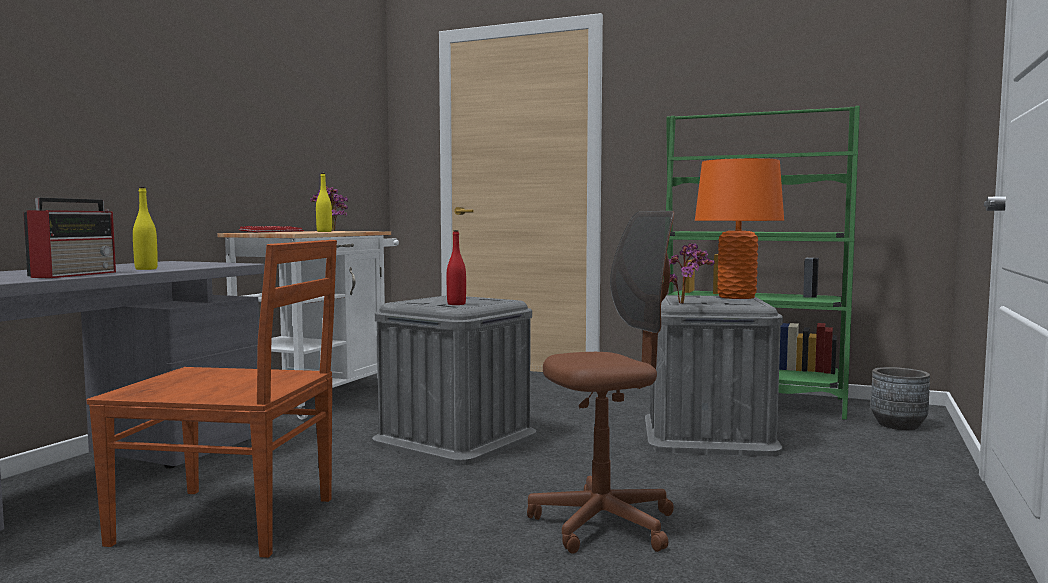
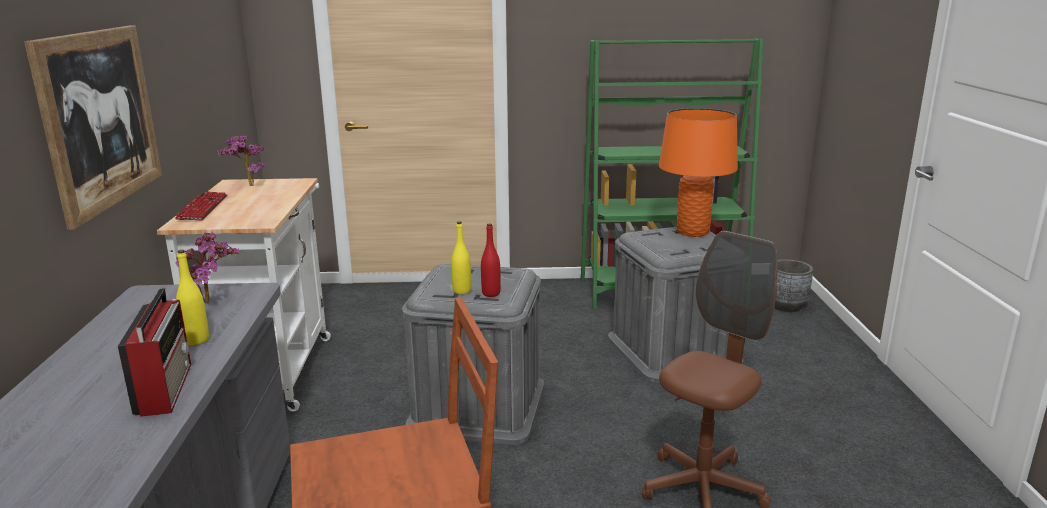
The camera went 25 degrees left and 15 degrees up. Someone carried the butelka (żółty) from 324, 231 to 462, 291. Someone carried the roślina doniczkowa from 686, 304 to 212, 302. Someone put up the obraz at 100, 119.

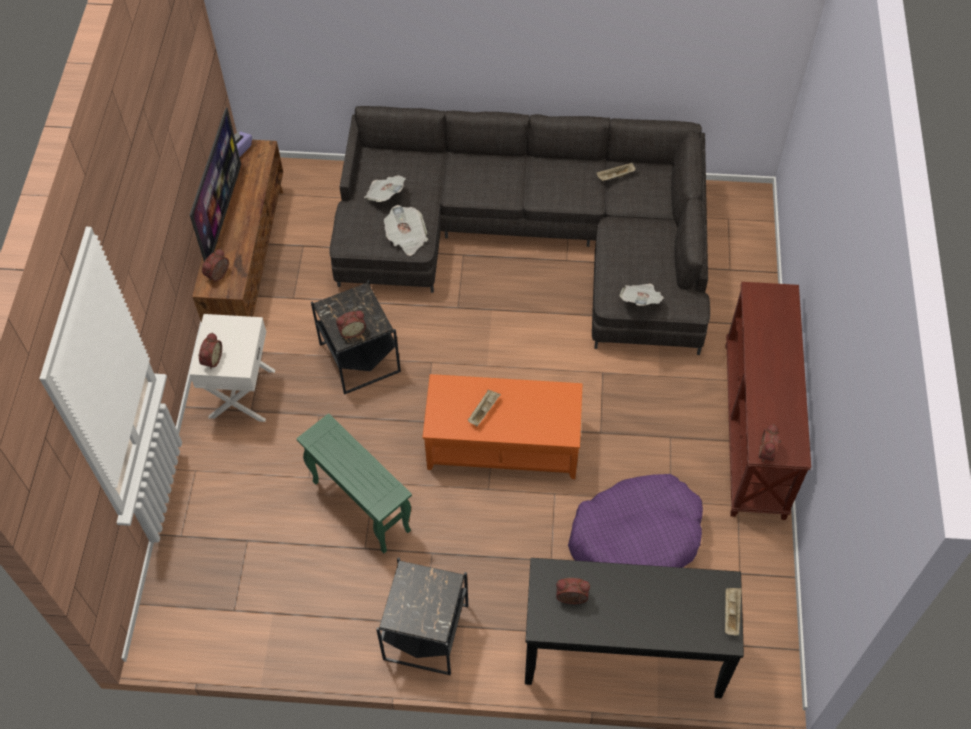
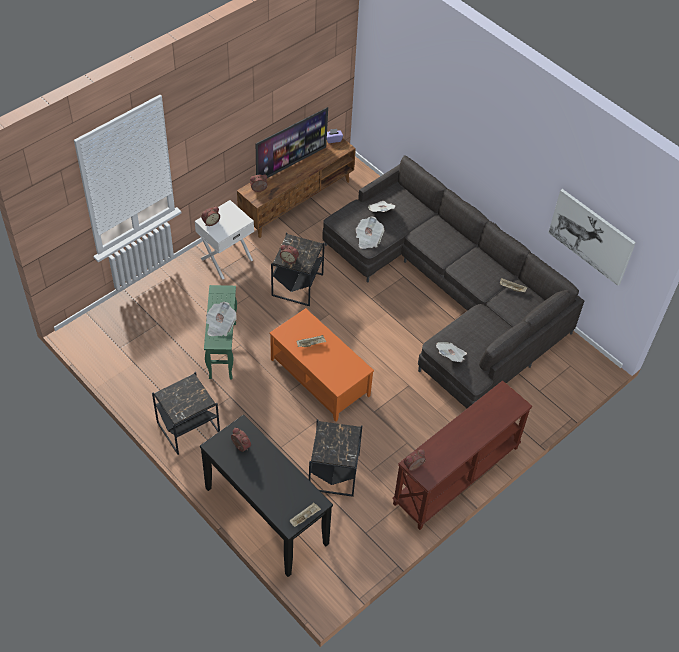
The camera went 40 degrees right and 5 degrees down. Someone swapped the legowisko (fioletowy) at 636, 537 for the stolik (czarny) at 333, 472. Someone put down the gazeta at 220, 325. Someone put up the obraz at 591, 236.

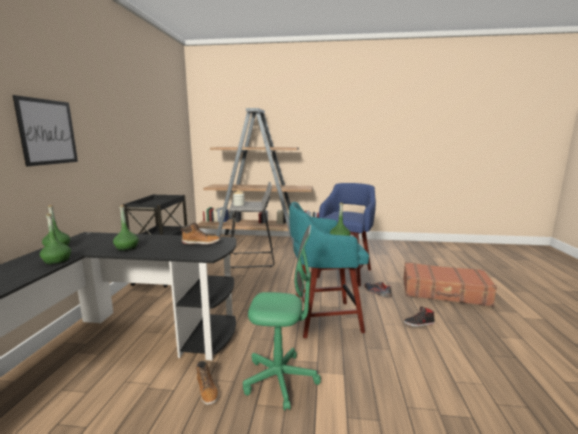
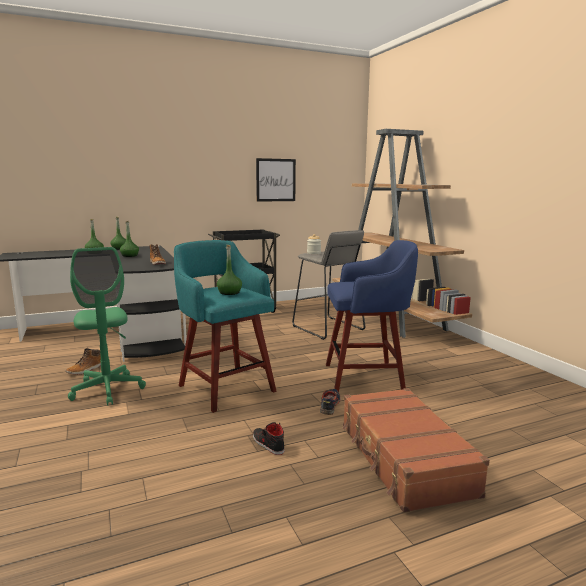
The camera went 60 degrees right and 0 degrees up. Someone carried the obraz from 47, 132 to 276, 180.

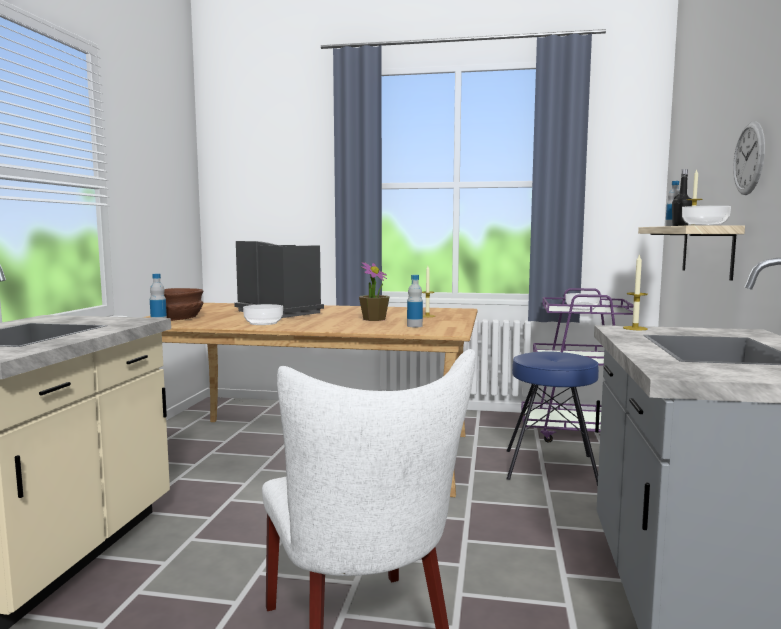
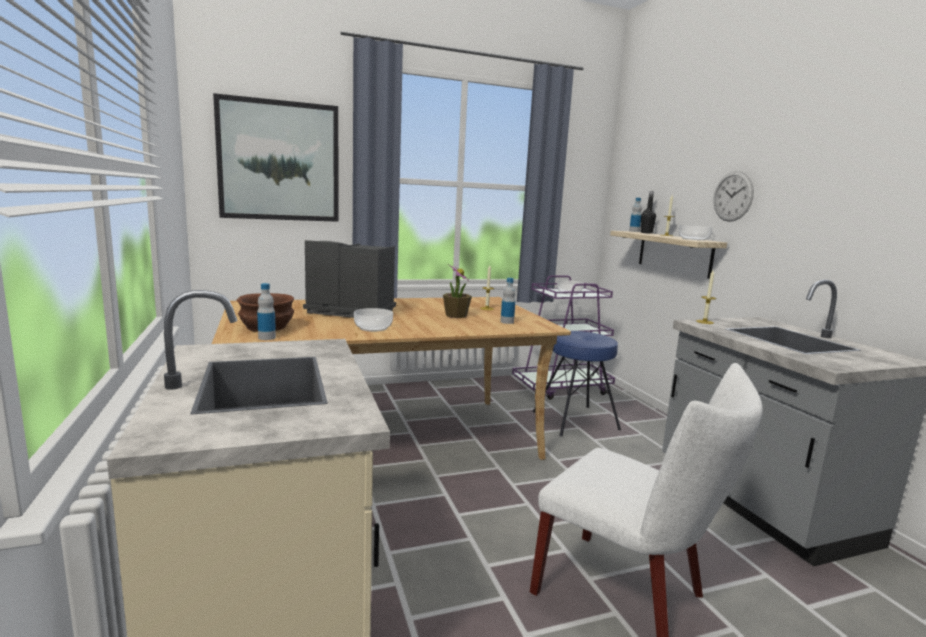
The camera went 30 degrees left and 5 degrees up. Someone put up the obraz at 279, 161.

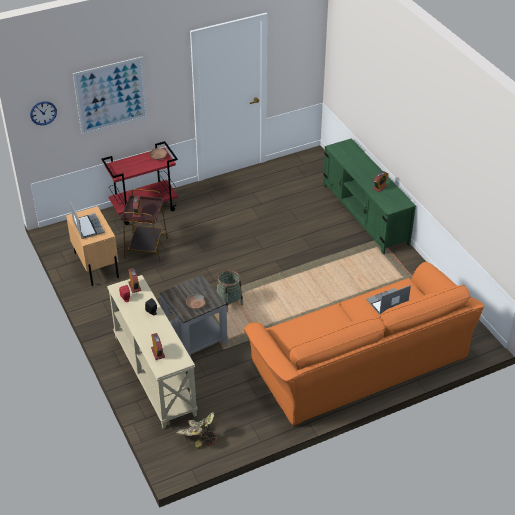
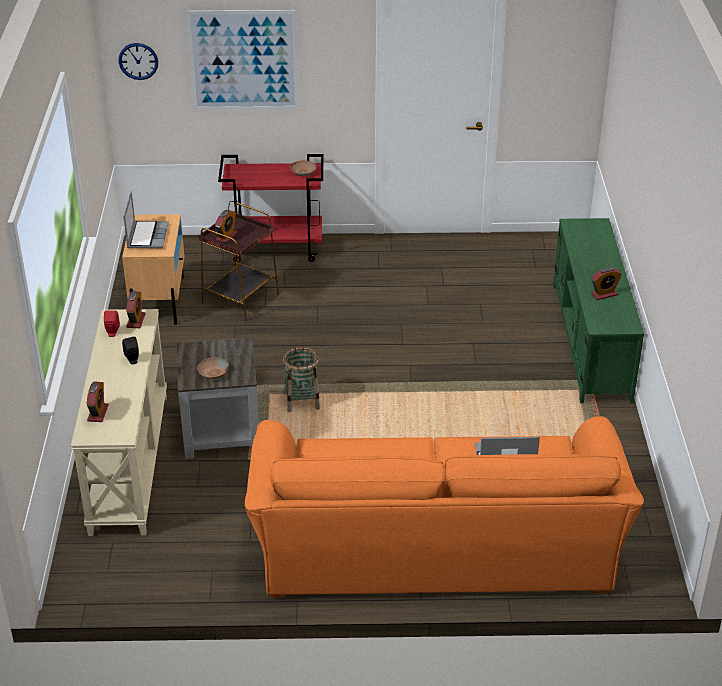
The camera went 25 degrees right and 5 degrees down. Someone took away the roślina doniczkowa at 198, 437.

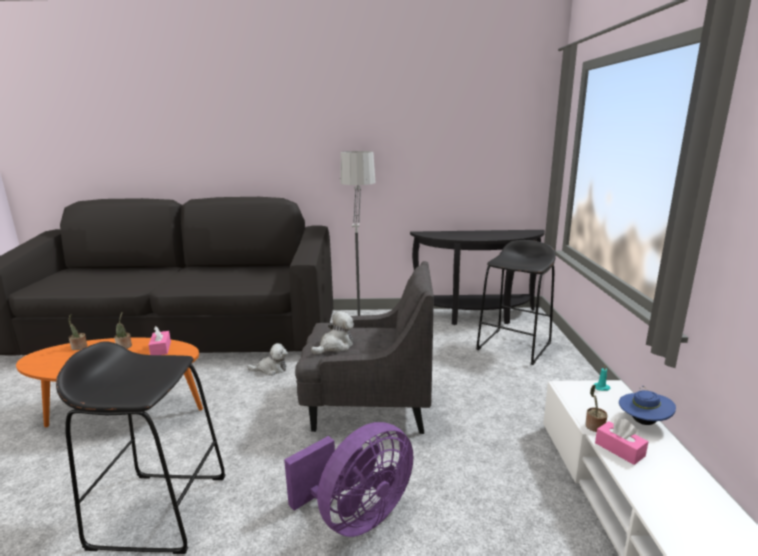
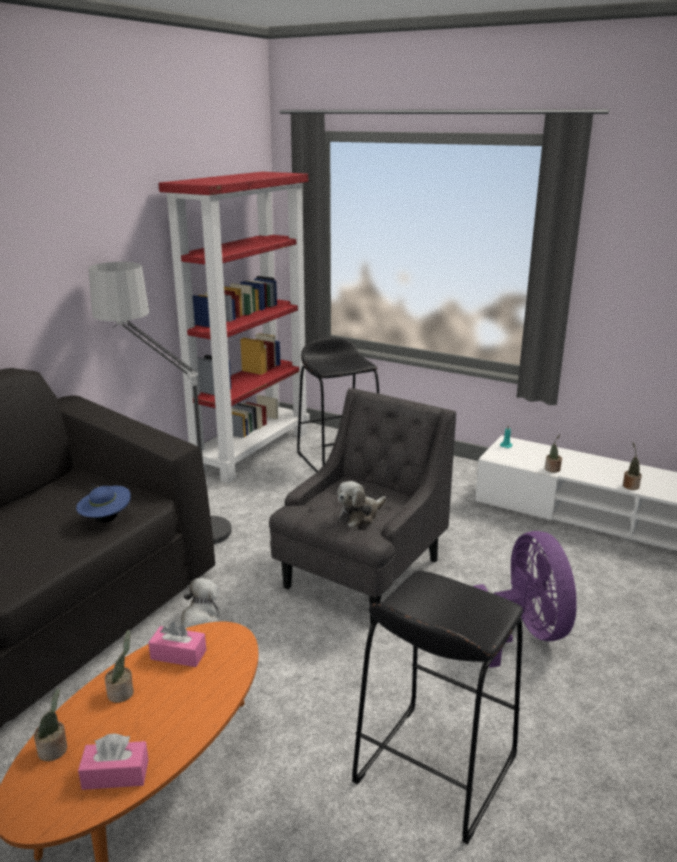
The camera went 60 degrees left and 5 degrees up. Someone rotated the pluszak at 335, 346 by 120 degrees counterclockwise. Someone swapped the stolik konsolowy (czarny) at 476, 316 for the regał (czerwony) at 252, 451. Someone carried the pudełko chusteczek (różowy) from 619, 449 to 115, 774. Someone carried the kapelusz (niebieski) from 643, 421 to 106, 520. Someone put down the roślina doniczkowa at 630, 485.

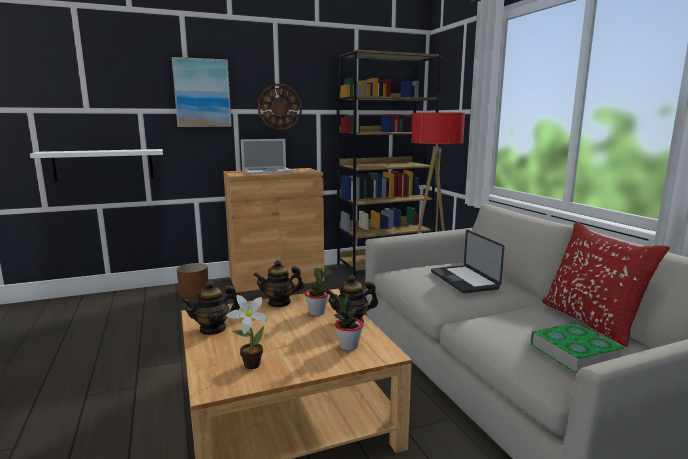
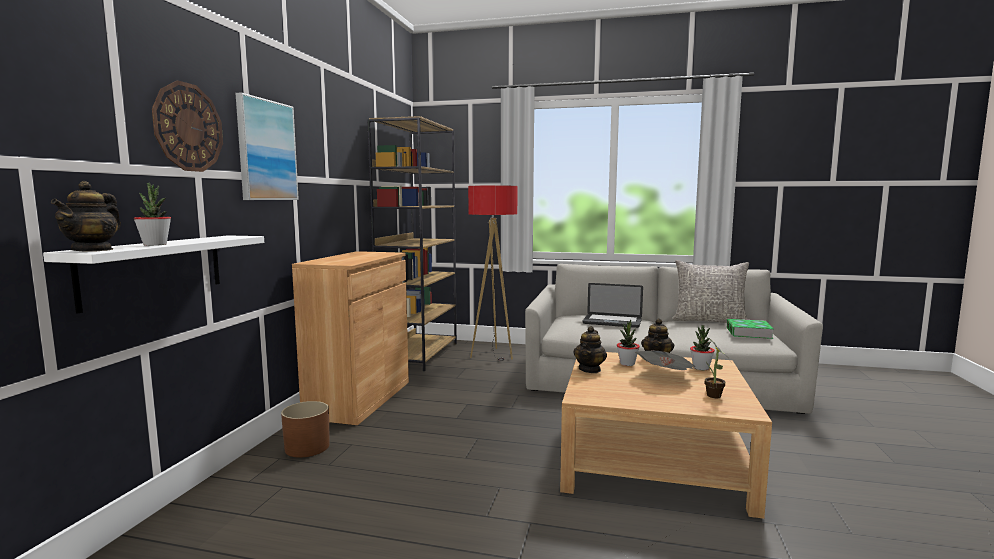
The camera went 55 degrees left and 5 degrees down. Someone carried the imbryk from 213, 329 to 93, 250. Someone took away the laptop at 267, 171. Someone carried the zegar ścienny from 279, 106 to 188, 127. Someone repainted the poduszka (czerwony) at 591, 321, which became the poduszka (szary) at 709, 320. Someone put down the roślina doniczkowa at 155, 244. Someone put down the gazeta at 665, 376.

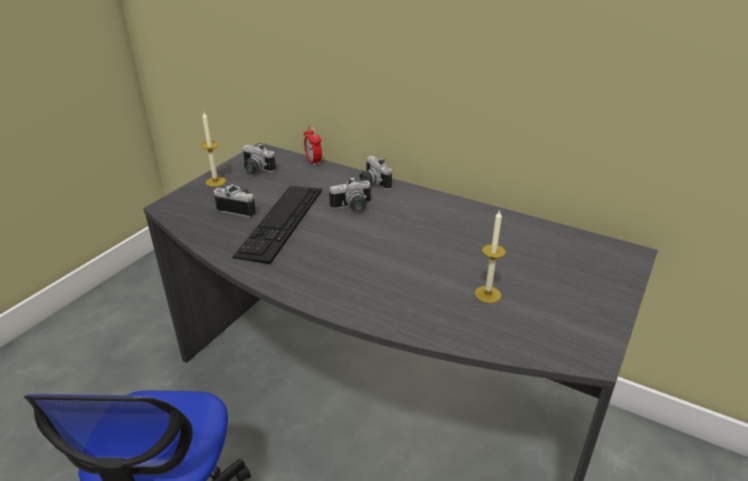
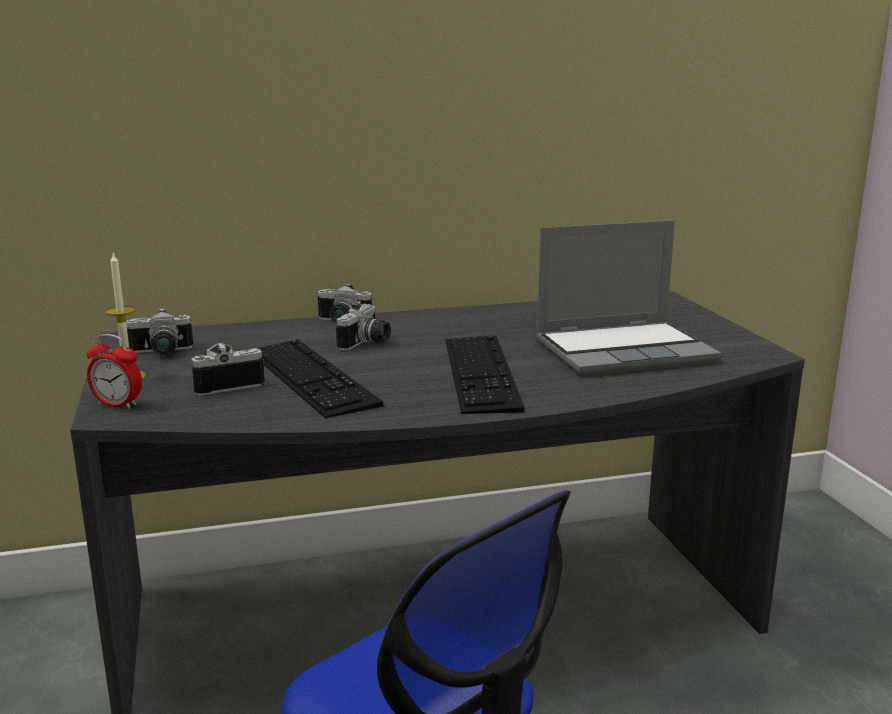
The camera went 45 degrees left and 15 degrees down. Someone carried the budzik from 313, 161 to 118, 405. Someone swapped the świeca at 487, 294 for the laptop at 625, 351. Someone put down the klawiatura at 480, 372.

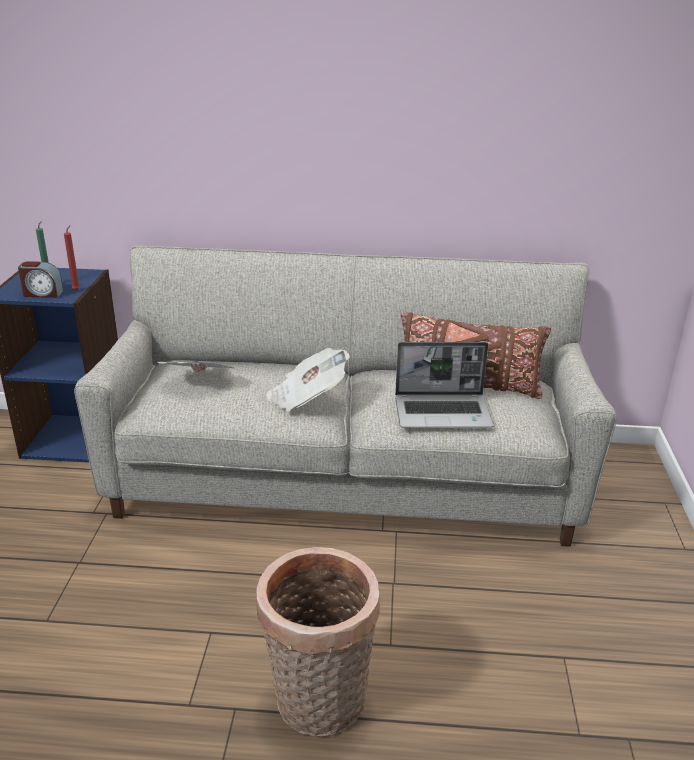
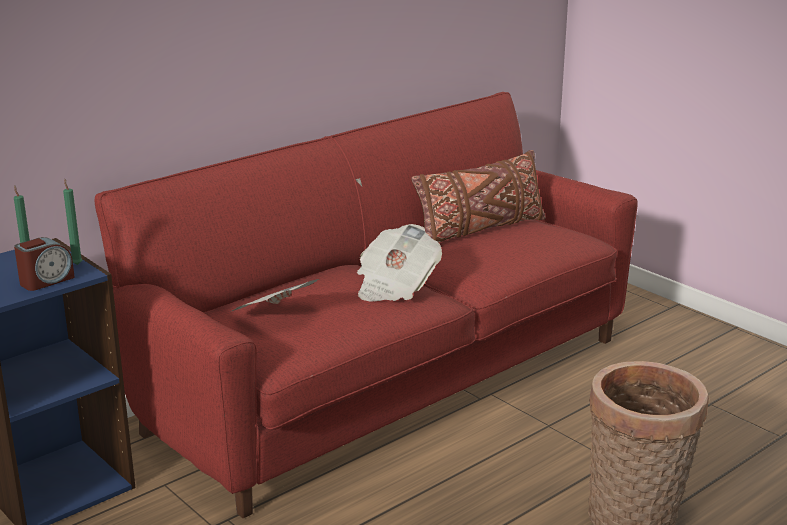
The camera went 45 degrees left and 5 degrees down. Someone repainted the świeca (czerwony) at 77, 290, which became the świeca (zielony) at 77, 264. Someone repainted the kanapa (szary) at 345, 482, which became the kanapa (czerwony) at 392, 383. Someone took away the laptop at 443, 413.

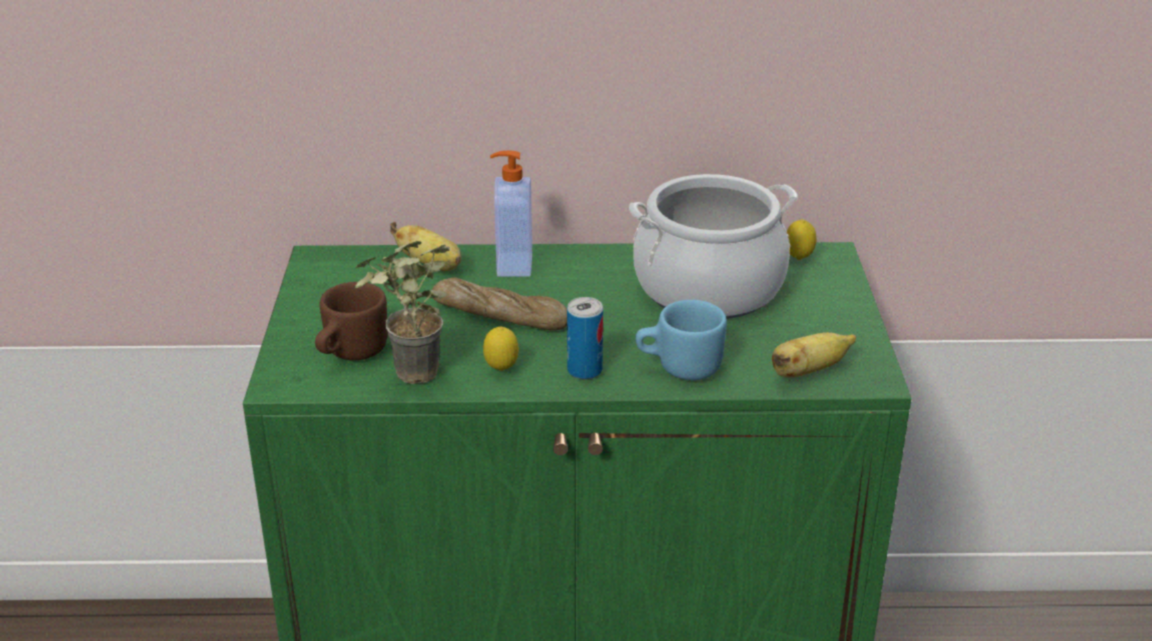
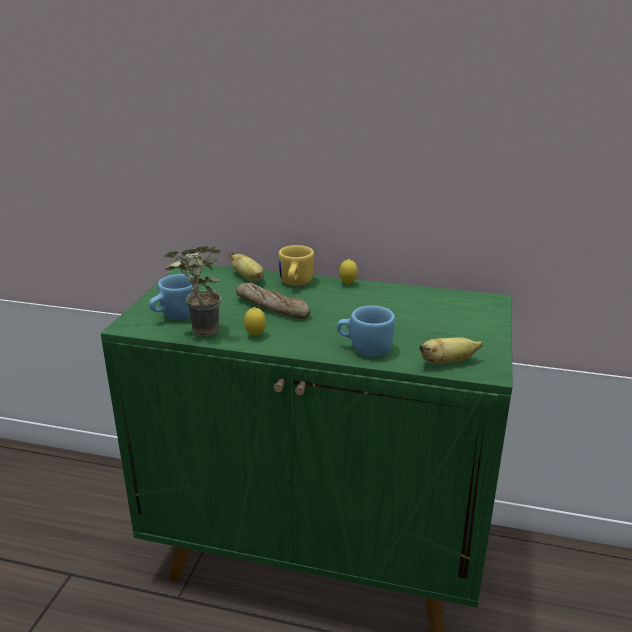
The camera went 15 degrees right and 5 degrees down. Someone repainted the kubek (brązowy) at 349, 353, which became the kubek (niebieski) at 174, 316. Someone swapped the dozownik mydła at 512, 265 for the kubek (żółty) at 294, 284. Someone took away the puszka at 584, 370. Someone took away the garnek at 708, 288. Someone carried the cytryna from 798, 259 to 348, 284.

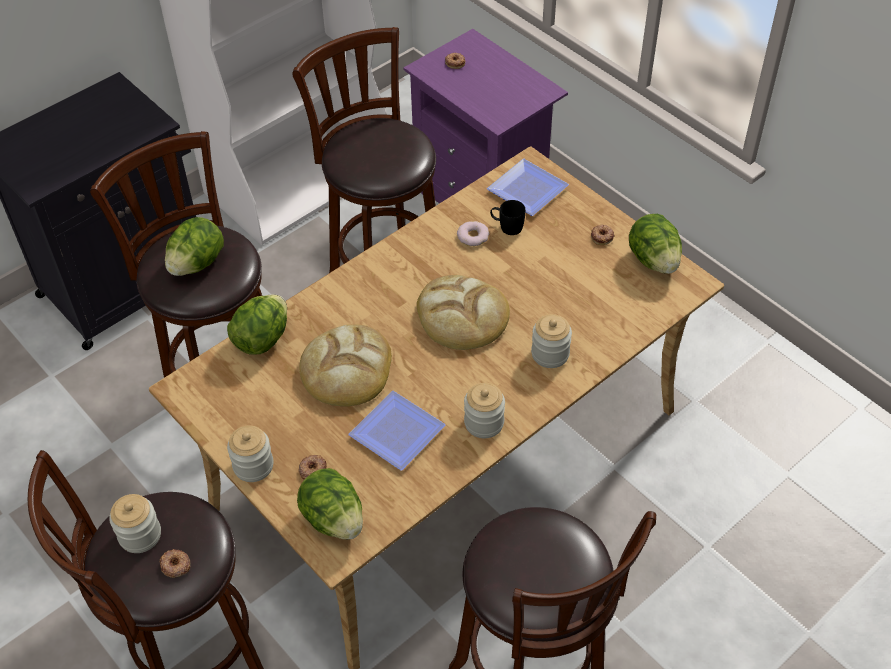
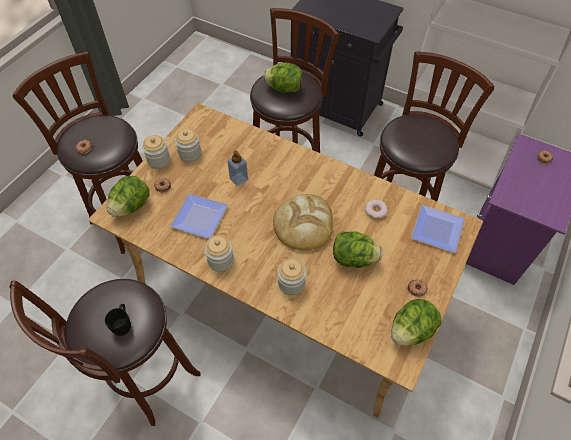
The camera went 70 degrees right and 5 degrees up. Someone carried the słoik from 140, 535 to 190, 153. Someone carried the sałata from 262, 339 to 353, 258. Someone swapped the chleb at 347, 369 for the dozownik mydła at 239, 179. Someone carried the kubek (czarny) from 506, 226 to 123, 323.

